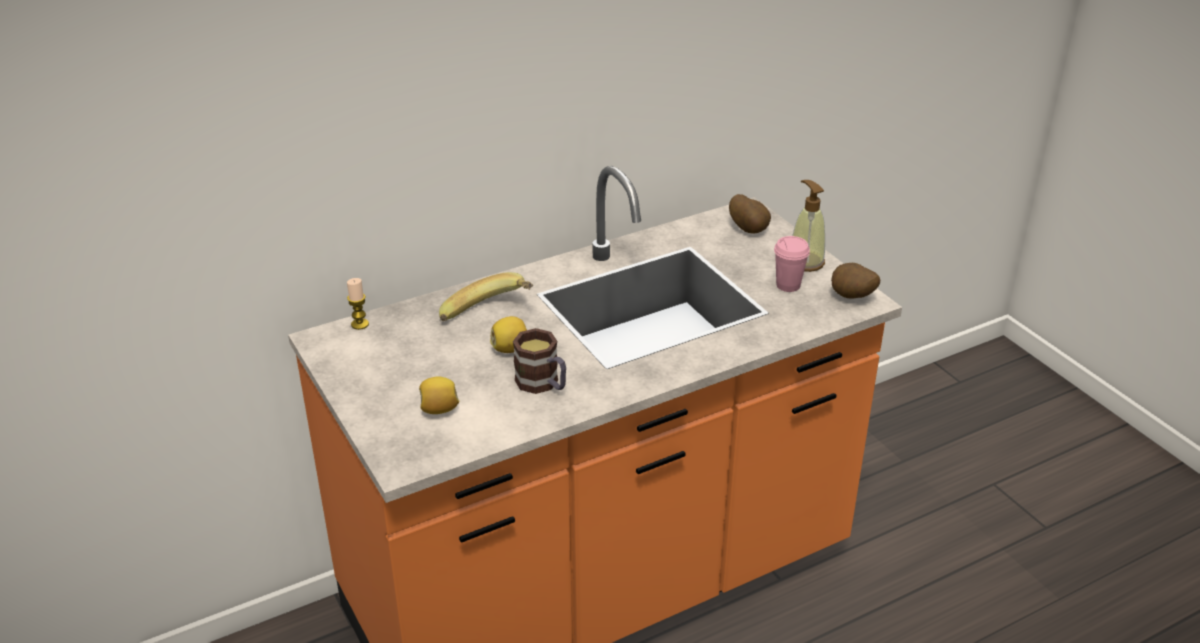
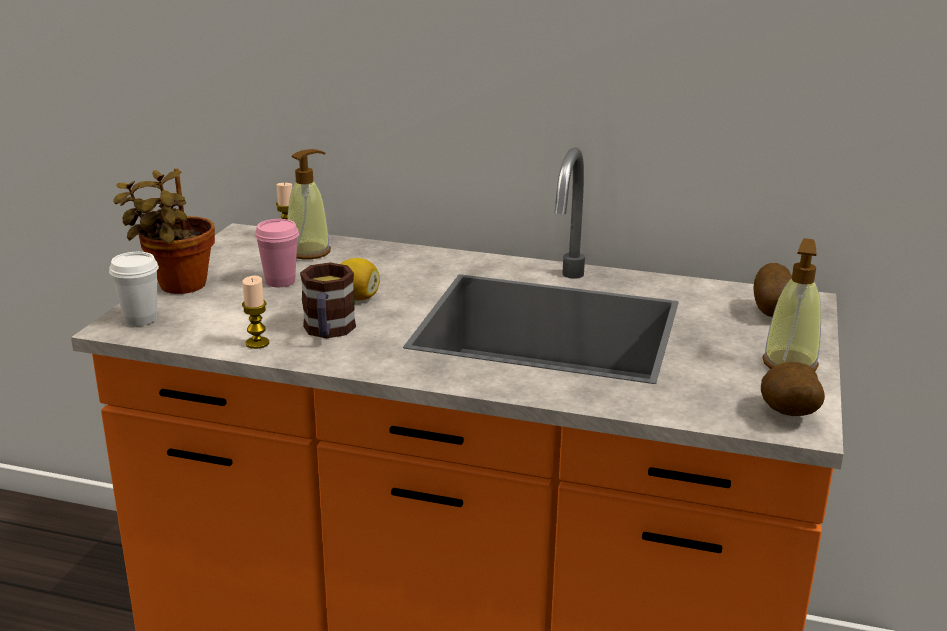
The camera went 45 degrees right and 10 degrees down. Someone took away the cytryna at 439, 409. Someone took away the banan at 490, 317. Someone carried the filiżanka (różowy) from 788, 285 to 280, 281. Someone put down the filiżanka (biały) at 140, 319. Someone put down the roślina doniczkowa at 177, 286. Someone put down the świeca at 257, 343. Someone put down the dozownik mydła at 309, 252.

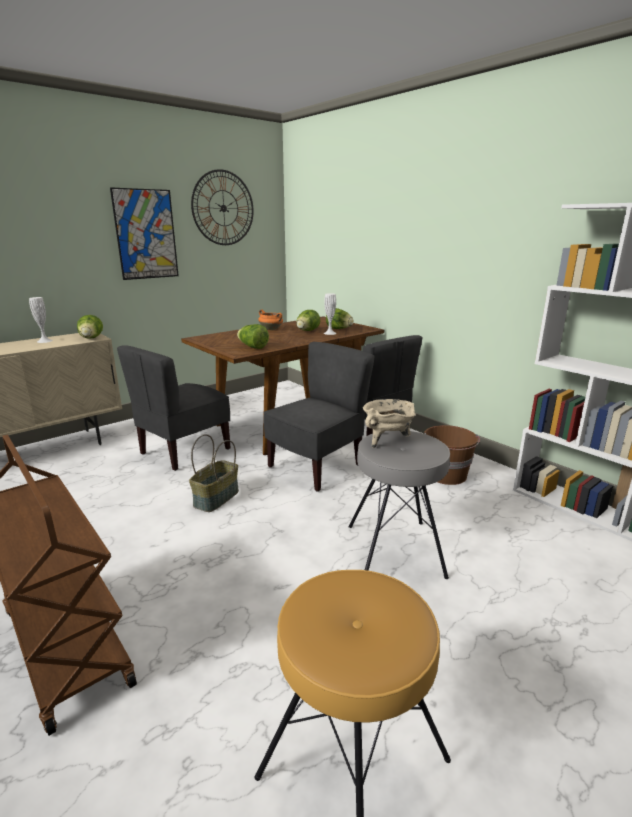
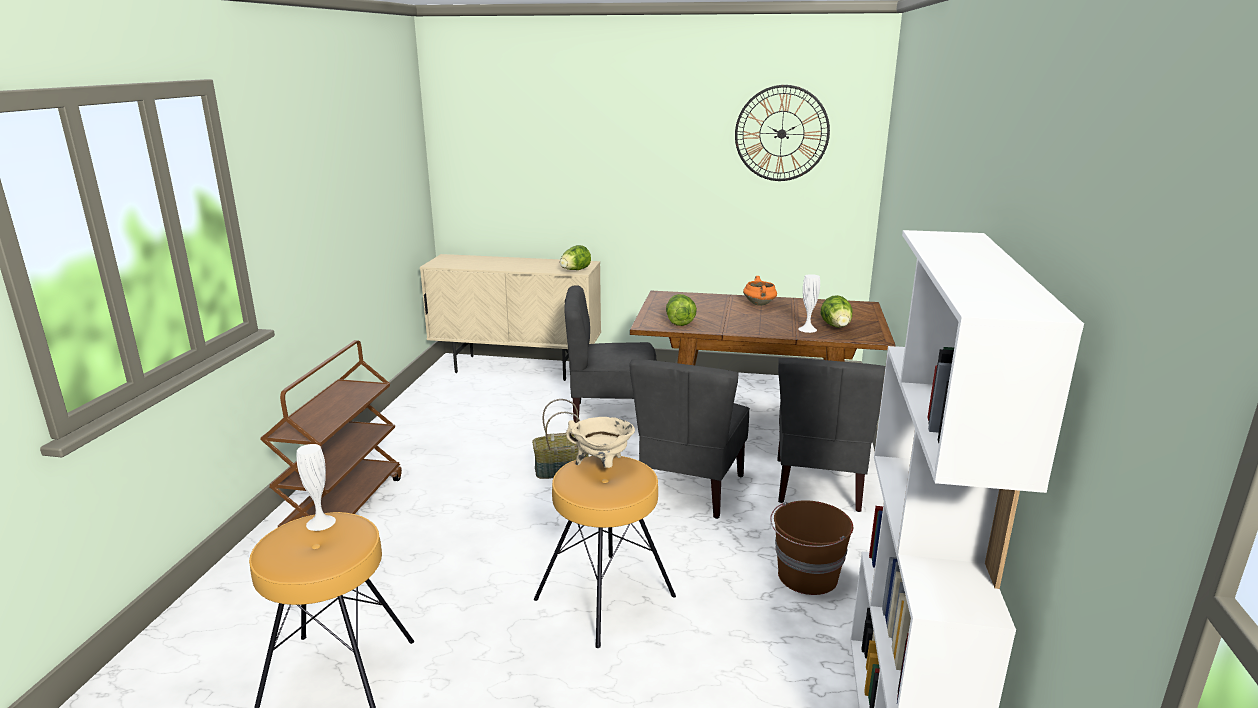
The camera went 50 degrees right and 0 degrees up. Someone carried the wazon (biały) from 44, 341 to 321, 522. Someone took away the obraz at 146, 234. Someone rotated the krzesło (szary) at 316, 466 by 105 degrees clockwise. Someone took away the sałata at 307, 331. Someone repainted the stołek (szary) at 395, 550, which became the stołek (brązowy) at 606, 598.

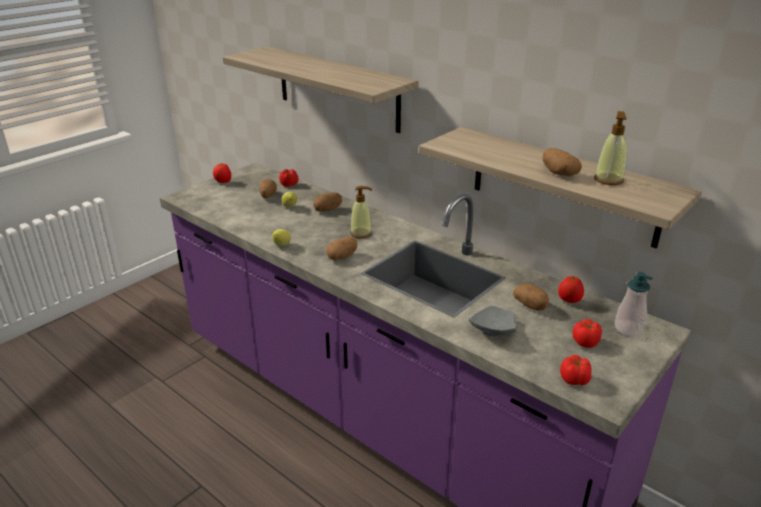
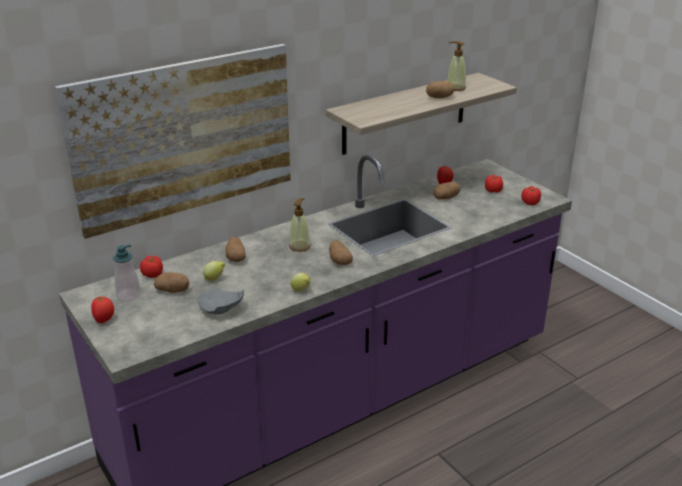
The camera went 75 degrees left and 0 degrees up. Someone swapped the półka at 337, 88 for the obraz at 185, 137. Someone carried the talerz (szary) from 492, 330 to 220, 308. Someone carried the dozownik mydła from 628, 328 to 128, 295.

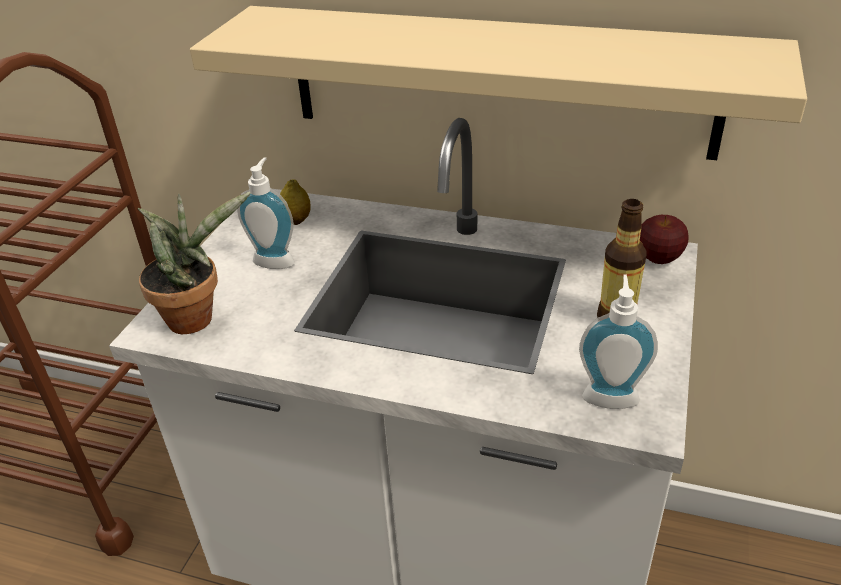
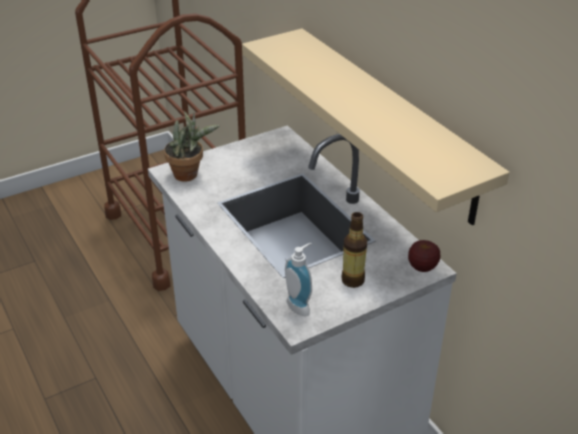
The camera went 40 degrees right and 0 degrees up. Someone took away the dozownik mydła at 275, 259. Someone took away the cytryna at 296, 220.

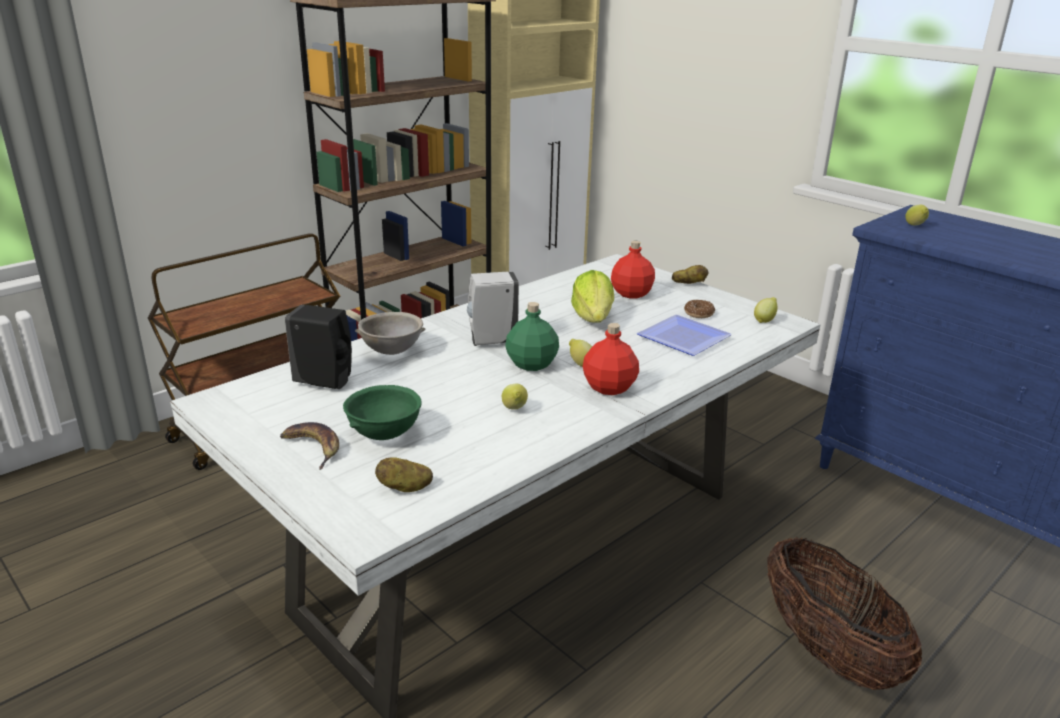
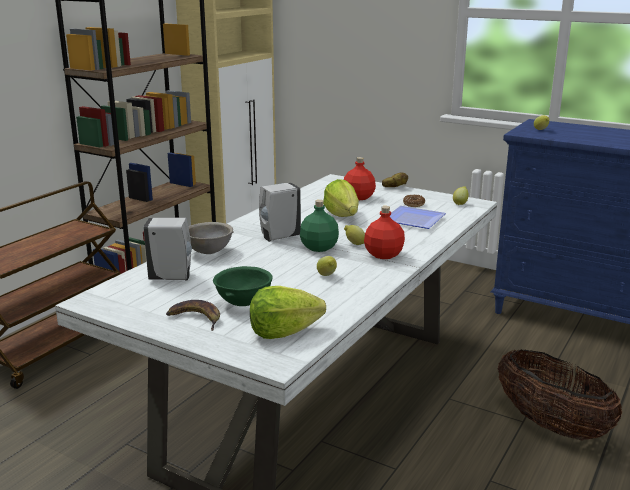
The camera went 15 degrees left and 5 degrees down. Someone repainted the dozownik mydła (czarny) at 325, 382, which became the dozownik mydła (biały) at 172, 277. Someone swapped the ziemniak at 404, 488 for the sałata at 283, 332.

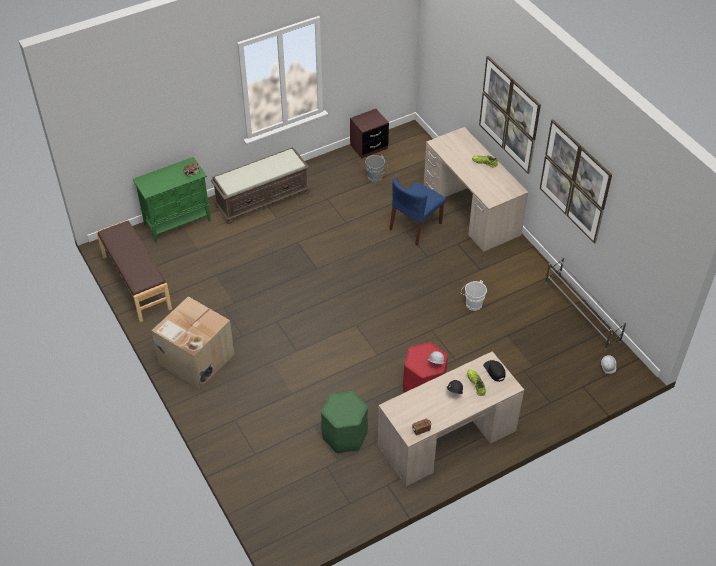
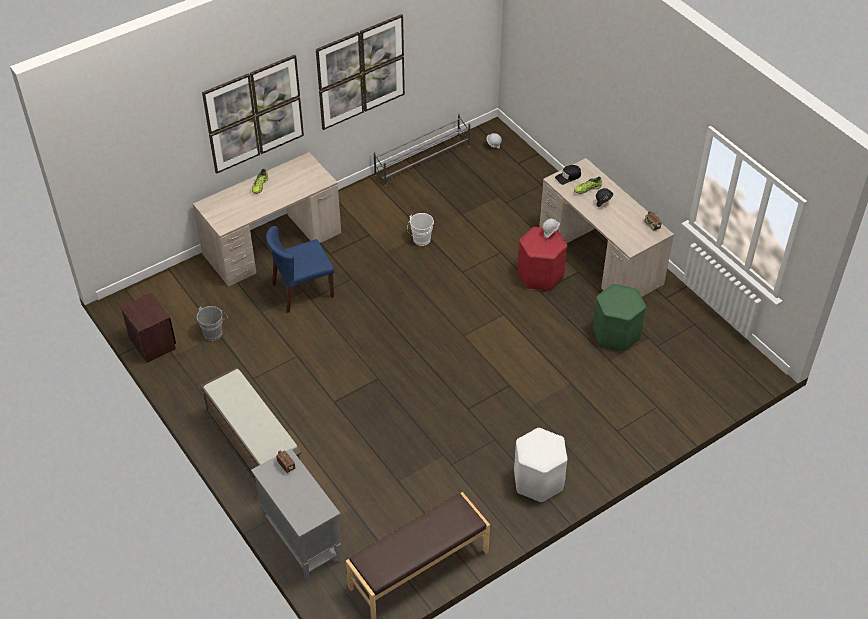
The camera went 95 degrees left and 0 degrees up. Someone repainted the szafka (zielony) at 178, 222, which became the szafka (szary) at 301, 540. Someone swapped the karton at 195, 359 for the stołek (biały) at 538, 481. Someone rotated the krzesło (niebieski) at 415, 226 by 120 degrees clockwise.

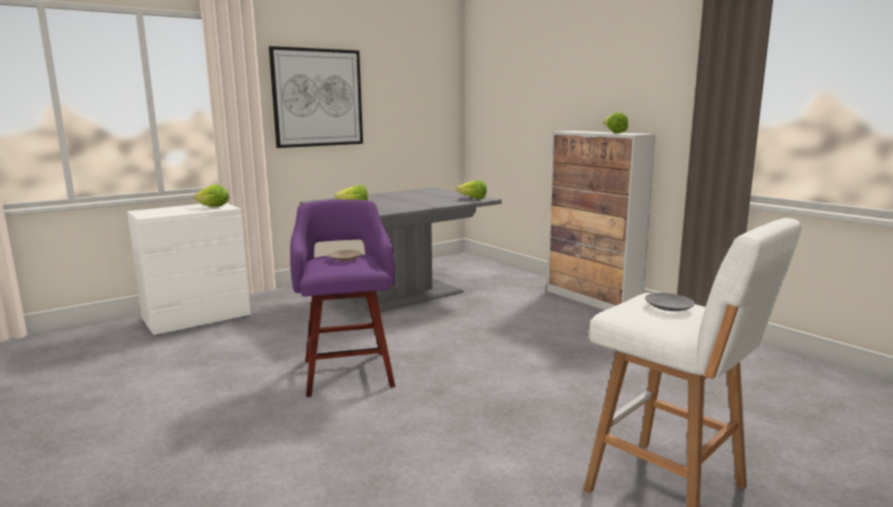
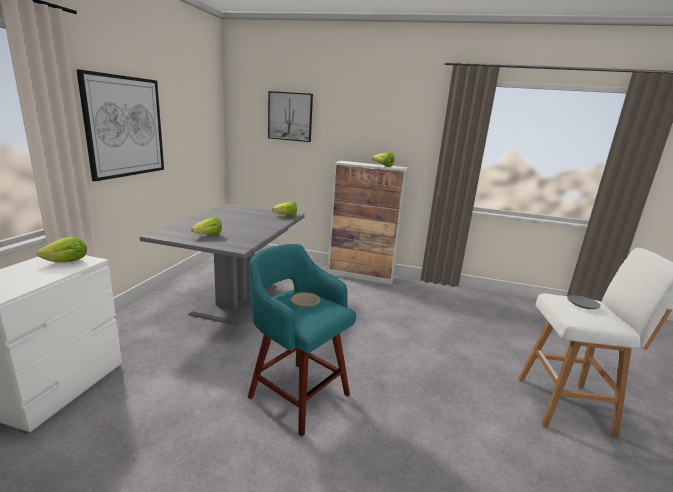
The camera went 40 degrees left and 5 degrees up. Someone repainted the stołek (fioletowy) at 348, 371, which became the stołek (turkusowy) at 297, 394. Someone put up the obraz at 290, 116.

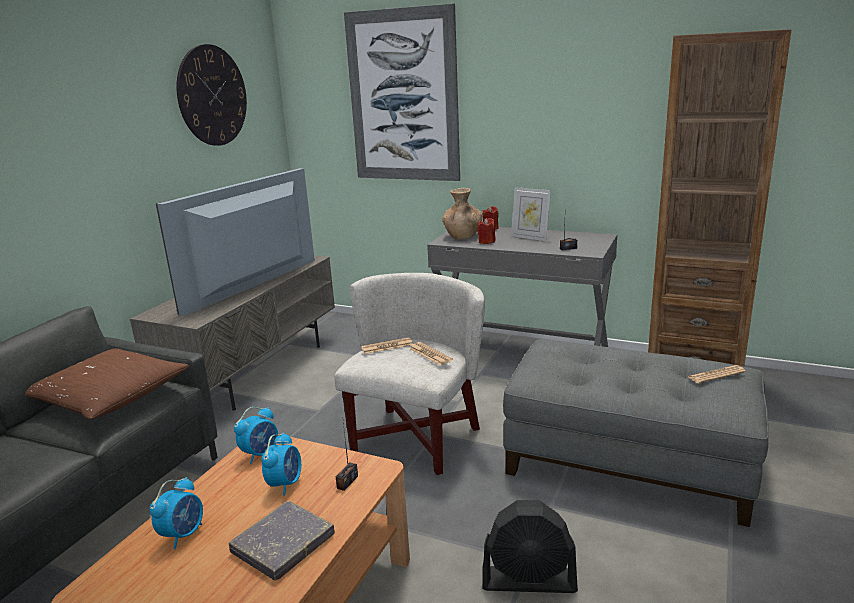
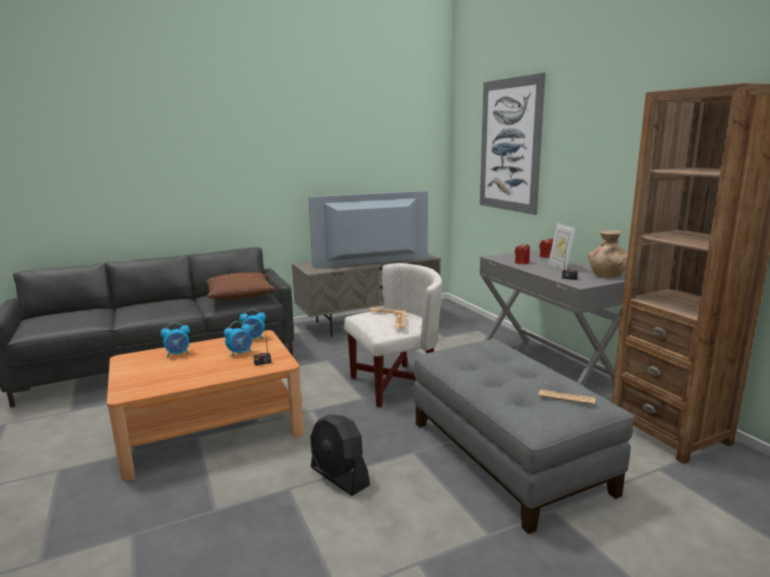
The camera went 40 degrees right and 5 degrees down. Someone took away the zegar ścienny at 212, 96. Someone took away the książka (szary) at 283, 544. Someone carried the wazon (brązowy) from 462, 236 to 607, 275.

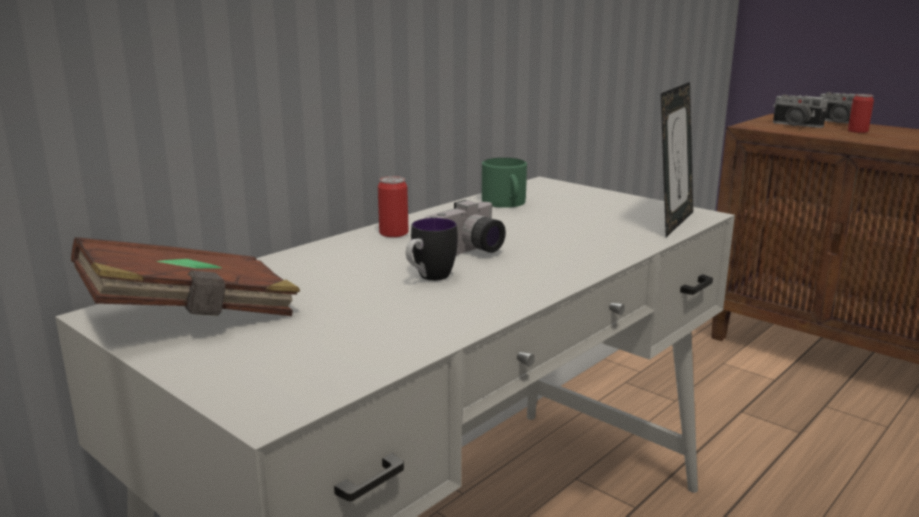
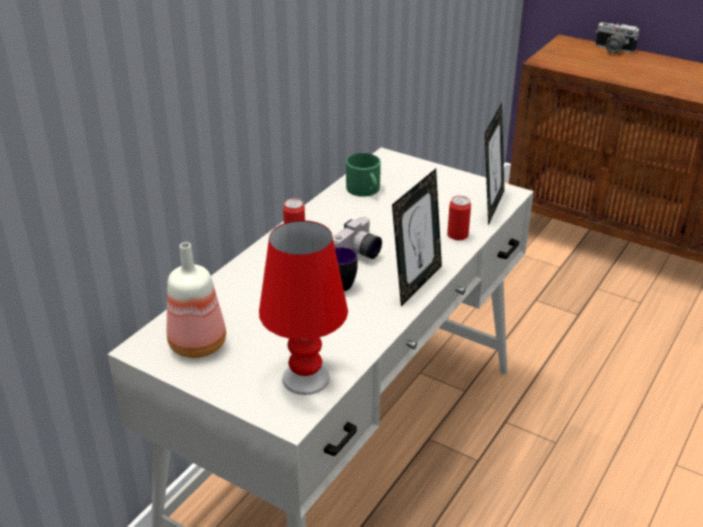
The camera went 10 degrees left and 15 degrees up. Someone swapped the książka (brązowy) at 192, 316 for the butelka at 200, 345. Someone took away the aparat fotograficzny at 794, 125. Someone carried the puszka from 857, 131 to 457, 235. Someone put down the lampa stołowa (czerwony) at 306, 379. Someone put down the ramka na zdjęcie at 416, 283.

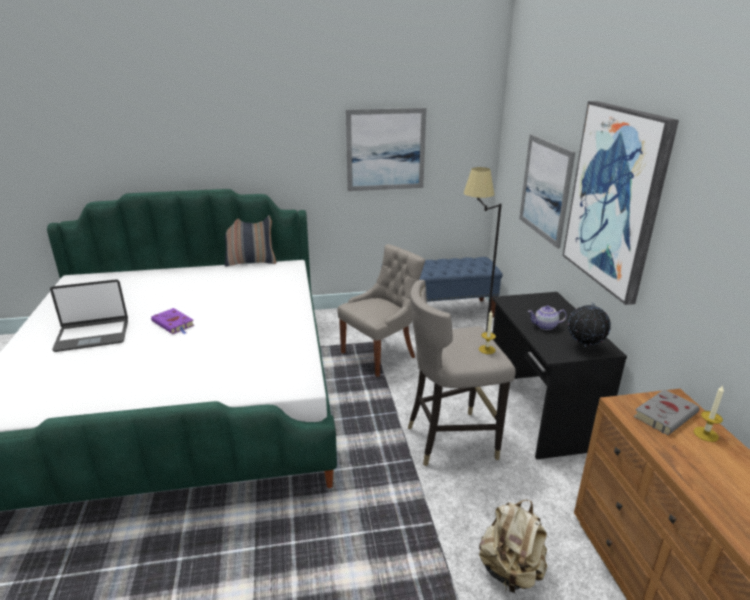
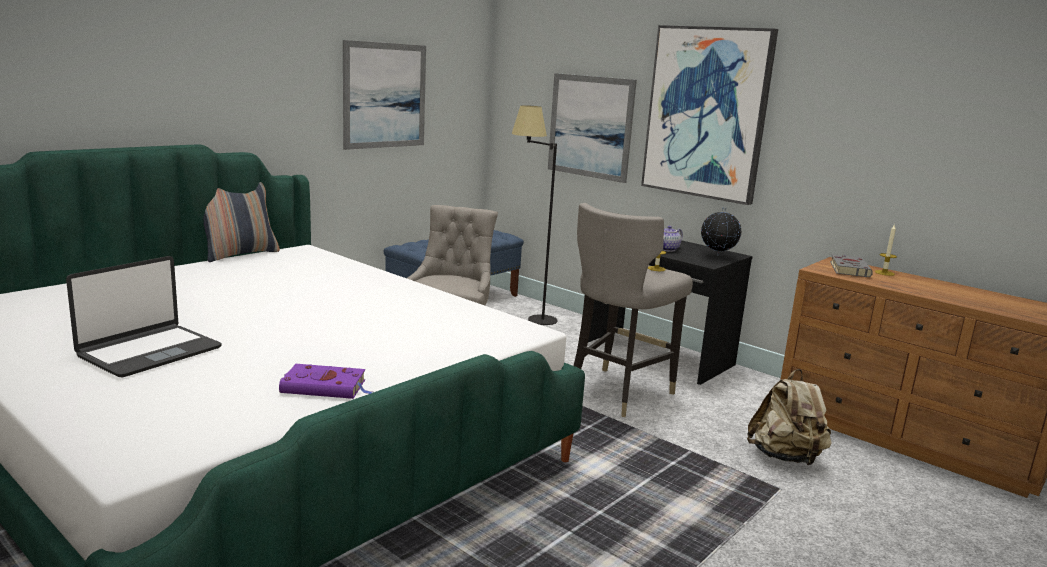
The camera went 40 degrees left and 10 degrees down. Someone carried the książka (fioletowy) from 174, 324 to 326, 387.

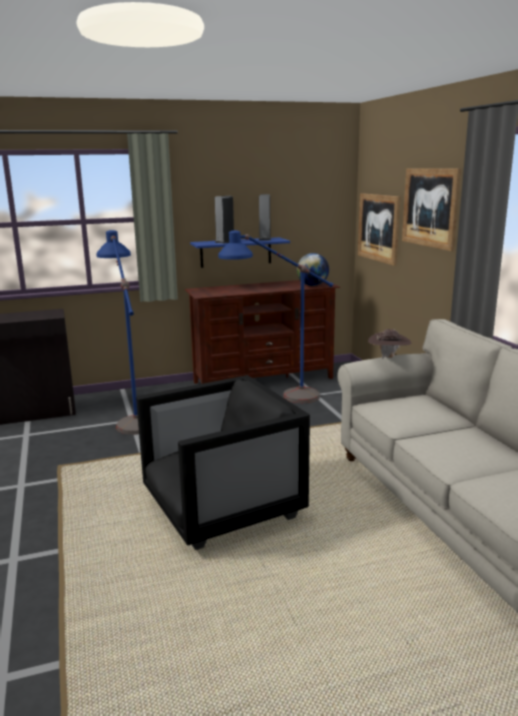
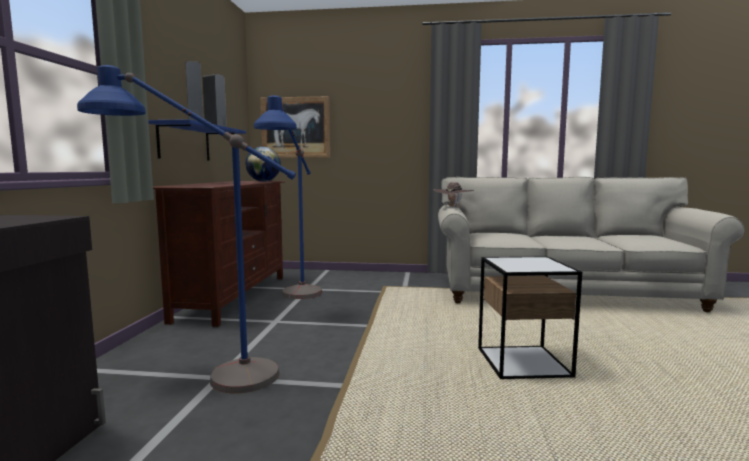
The camera went 65 degrees left and 10 degrees down. Someone swapped the fotel (czarny) at 222, 508 for the stolik at 523, 362. Someone took away the obraz at 430, 207.

